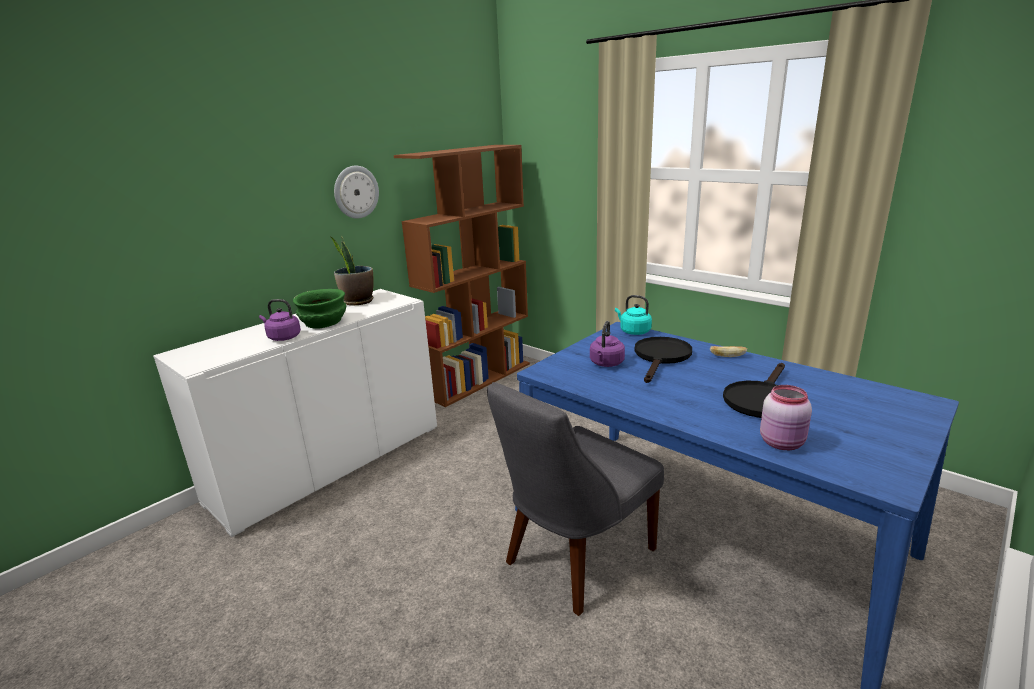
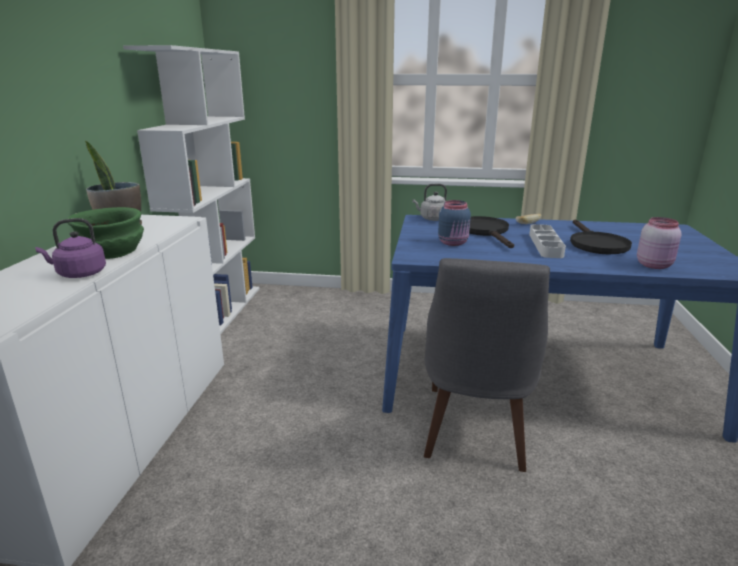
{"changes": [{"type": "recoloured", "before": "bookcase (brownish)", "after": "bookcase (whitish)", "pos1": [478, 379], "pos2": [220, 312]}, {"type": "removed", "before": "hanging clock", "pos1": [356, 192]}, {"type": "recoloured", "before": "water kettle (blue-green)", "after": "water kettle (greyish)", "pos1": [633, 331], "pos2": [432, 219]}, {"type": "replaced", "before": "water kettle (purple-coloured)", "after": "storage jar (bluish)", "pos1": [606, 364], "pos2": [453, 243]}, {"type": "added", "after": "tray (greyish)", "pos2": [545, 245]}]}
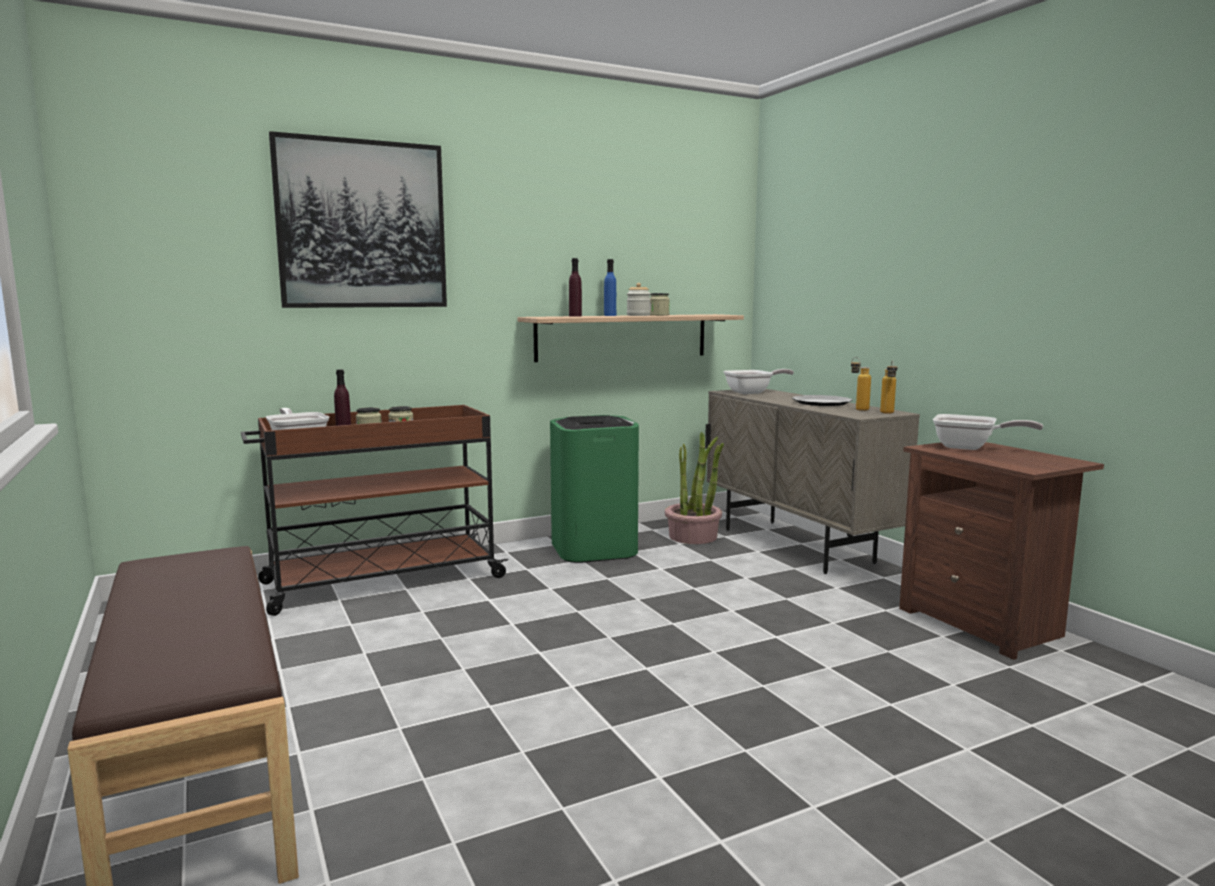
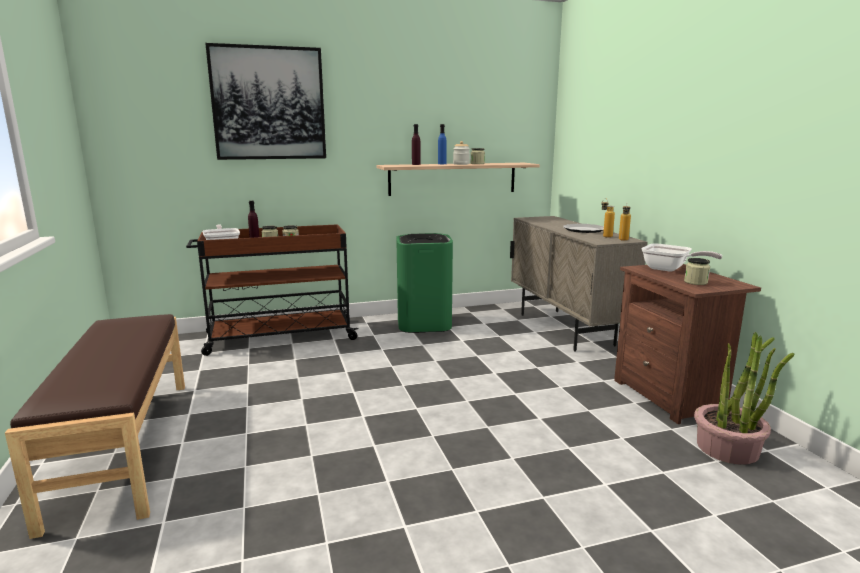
{"changes": [{"type": "removed", "before": "pan", "pos1": [752, 392]}, {"type": "moved", "before": "plant in a pot", "pos1": [693, 537], "pos2": [728, 448]}, {"type": "added", "after": "storage jar", "pos2": [695, 282]}]}
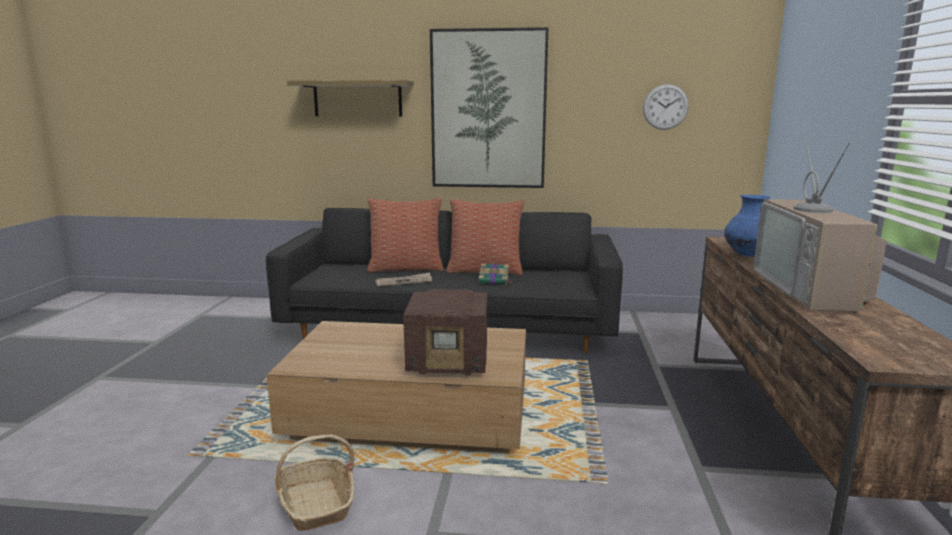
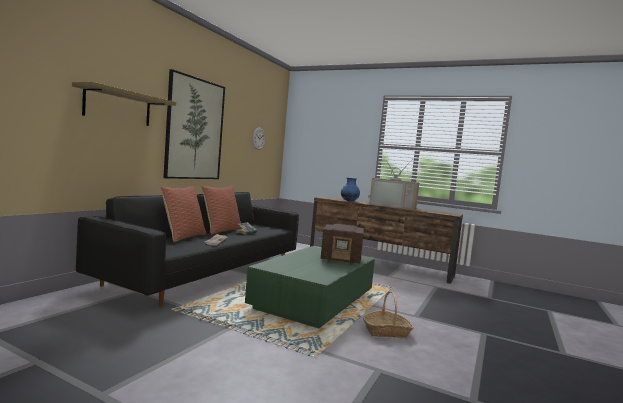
{"changes": [{"type": "turned", "before": "radio receiver", "pos1": [450, 363], "pos2": [342, 260], "turn": 75}, {"type": "recoloured", "before": "low table (brownish)", "after": "low table (green)", "pos1": [411, 415], "pos2": [314, 301]}]}
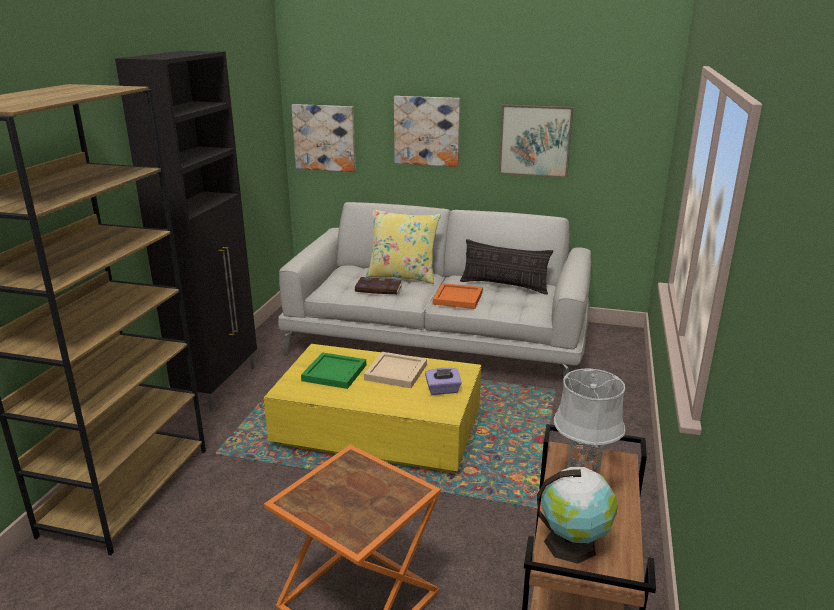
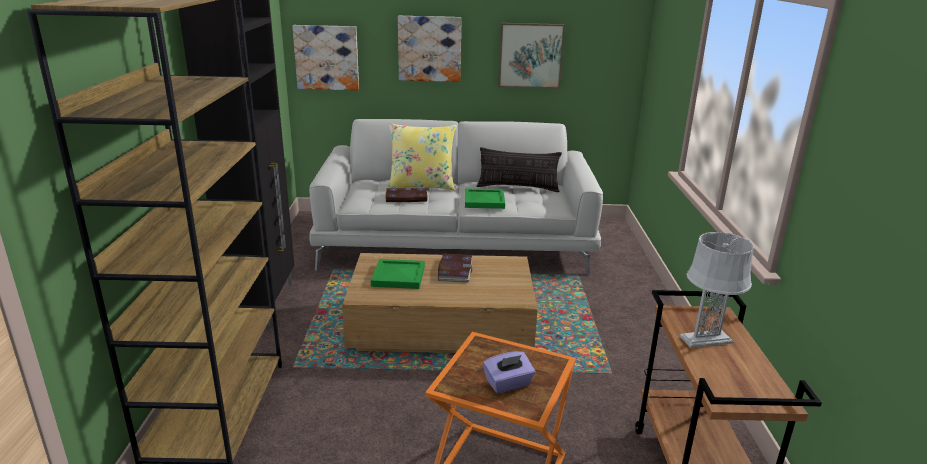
{"changes": [{"type": "recoloured", "before": "tray (orange)", "after": "tray (green)", "pos1": [457, 298], "pos2": [483, 200]}, {"type": "recoloured", "before": "low table (yellowish)", "after": "low table (brownish)", "pos1": [379, 431], "pos2": [442, 327]}, {"type": "replaced", "before": "tray (beige)", "after": "volume", "pos1": [395, 372], "pos2": [454, 270]}, {"type": "moved", "before": "tissue box (purple-coloured)", "pos1": [443, 390], "pos2": [508, 384]}, {"type": "removed", "before": "desk globe", "pos1": [573, 544]}]}
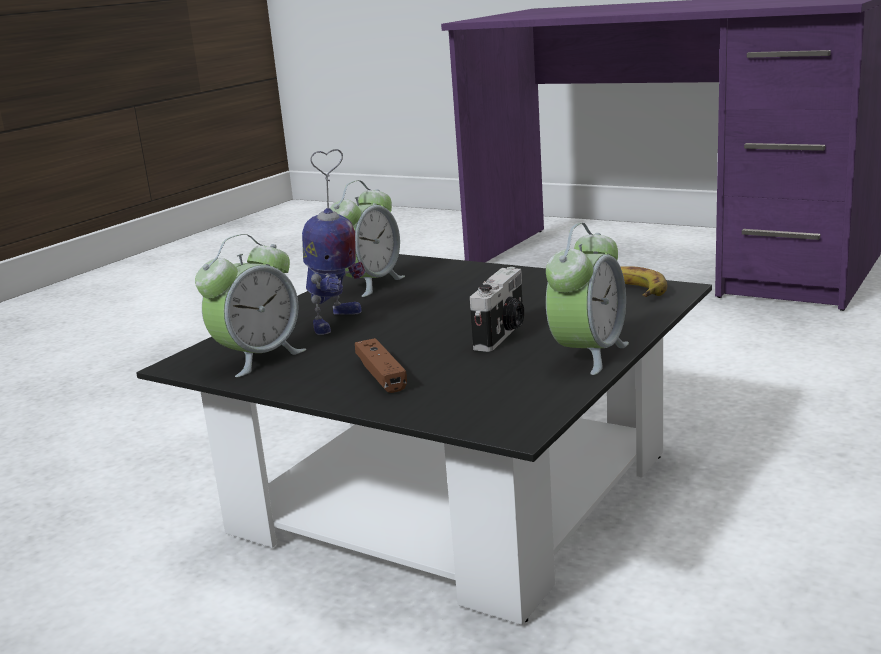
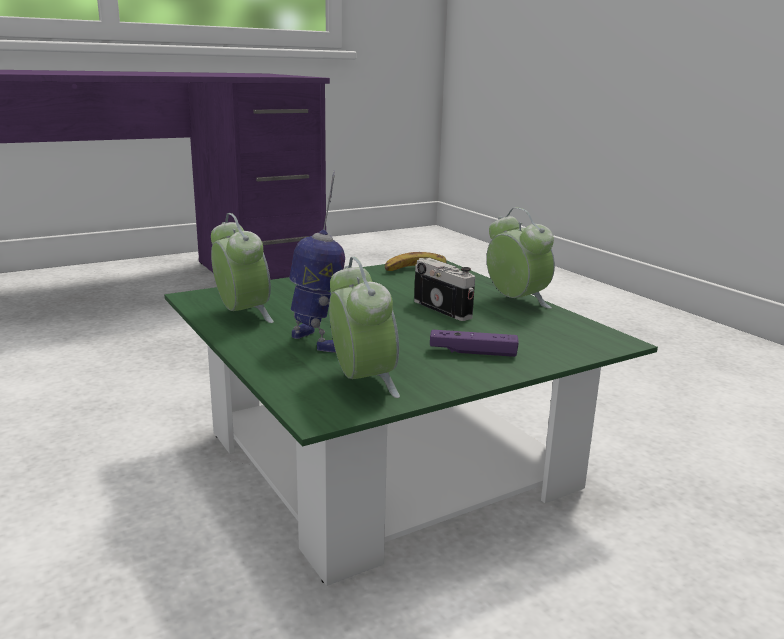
{"changes": [{"type": "recoloured", "before": "low table (blackish)", "after": "low table (green)", "pos1": [454, 493], "pos2": [388, 460]}, {"type": "recoloured", "before": "gamepad (brownish)", "after": "gamepad (purple-coloured)", "pos1": [381, 375], "pos2": [473, 352]}]}
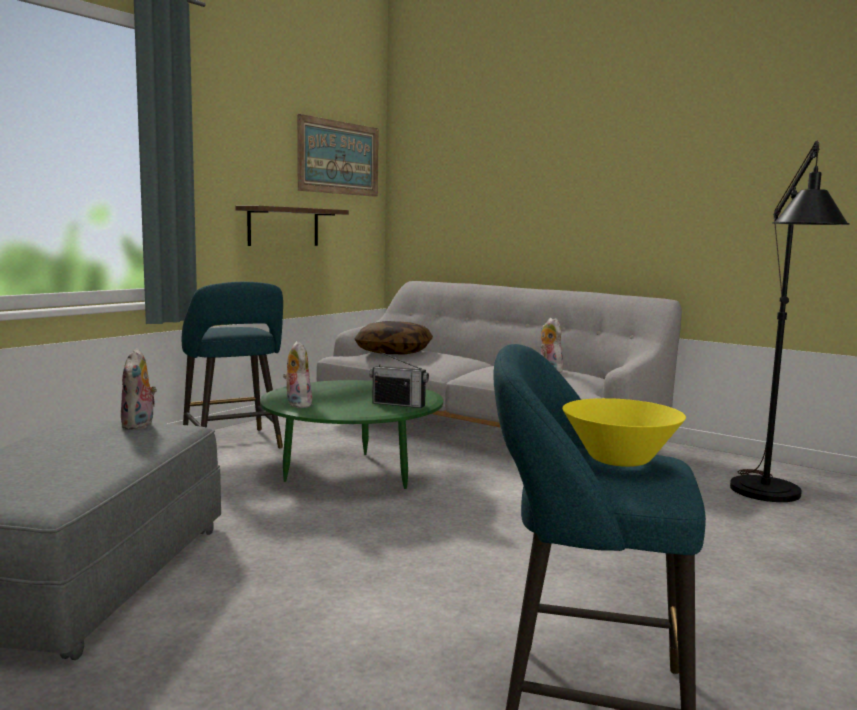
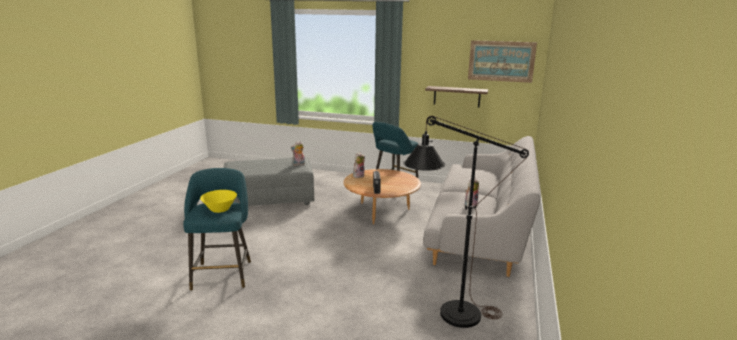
{"changes": [{"type": "removed", "before": "throw pillow", "pos1": [394, 352]}, {"type": "recoloured", "before": "low table (green)", "after": "low table (brownish)", "pos1": [352, 474], "pos2": [381, 212]}]}
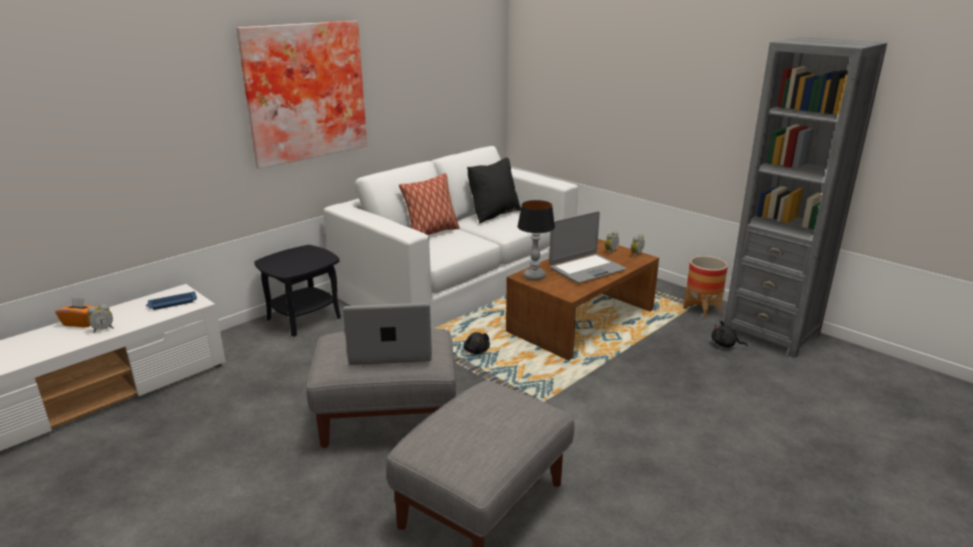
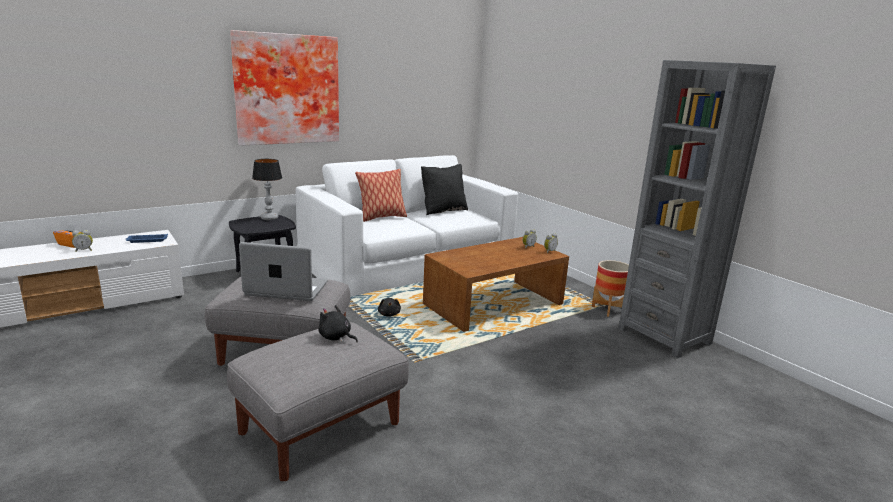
{"changes": [{"type": "moved", "before": "tabletop lamp", "pos1": [534, 276], "pos2": [269, 218]}, {"type": "removed", "before": "portable computer", "pos1": [586, 269]}, {"type": "moved", "before": "cuddly toy (blackish)", "pos1": [725, 345], "pos2": [336, 337]}]}
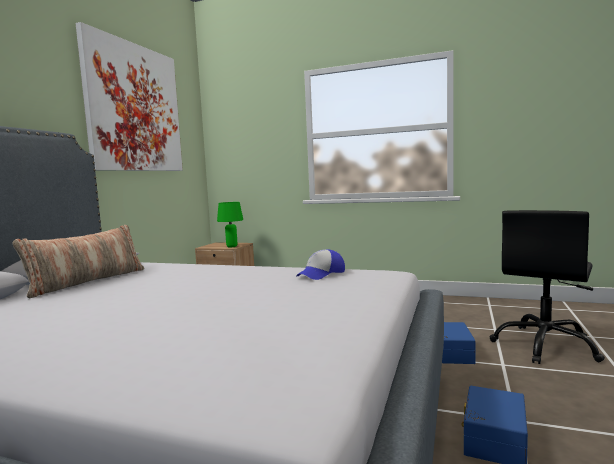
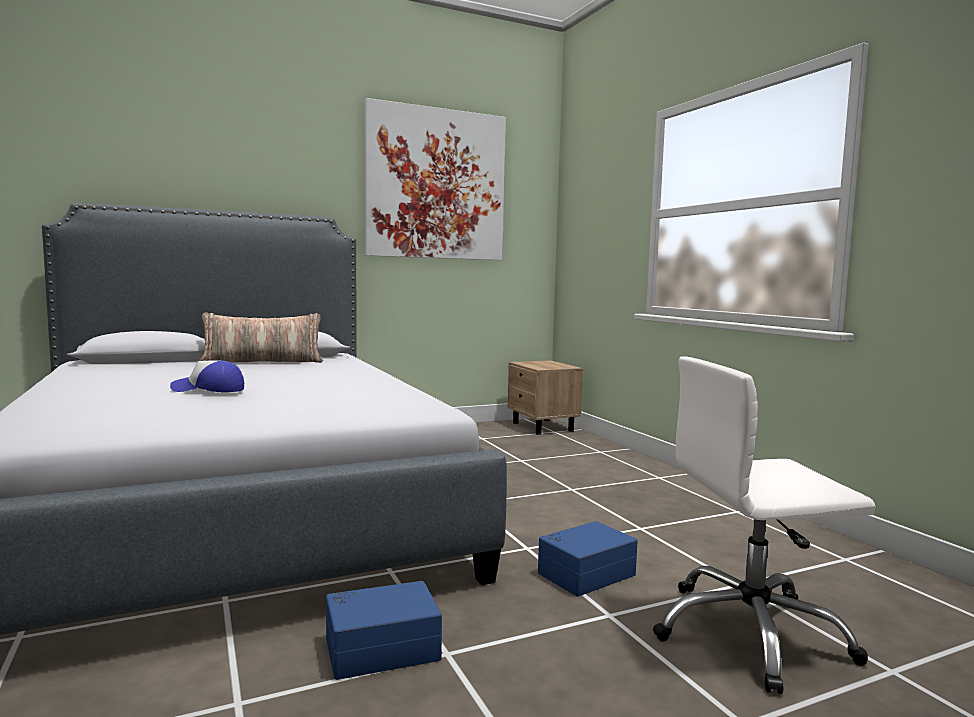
{"changes": [{"type": "removed", "before": "tabletop lamp (green)", "pos1": [232, 246]}, {"type": "recoloured", "before": "computer chair (blackish)", "after": "computer chair (whitish)", "pos1": [545, 345], "pos2": [750, 634]}, {"type": "moved", "before": "baseball cap", "pos1": [321, 274], "pos2": [209, 390]}]}
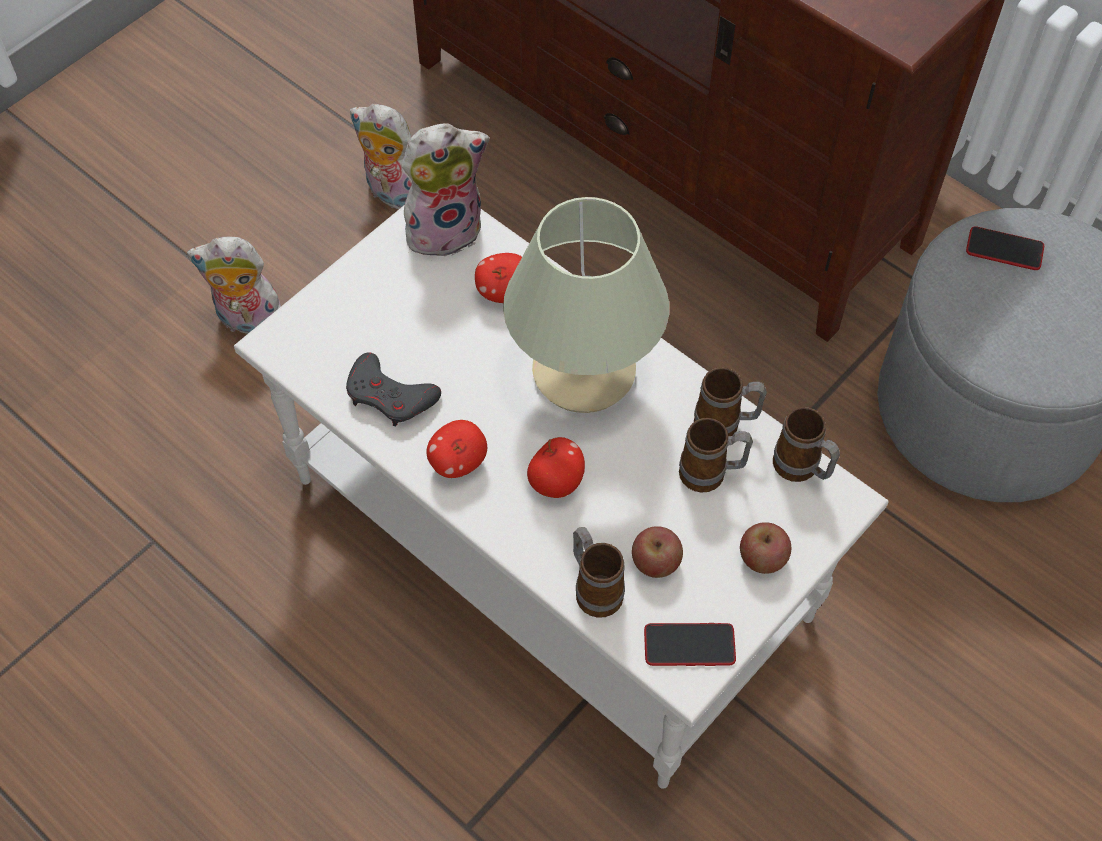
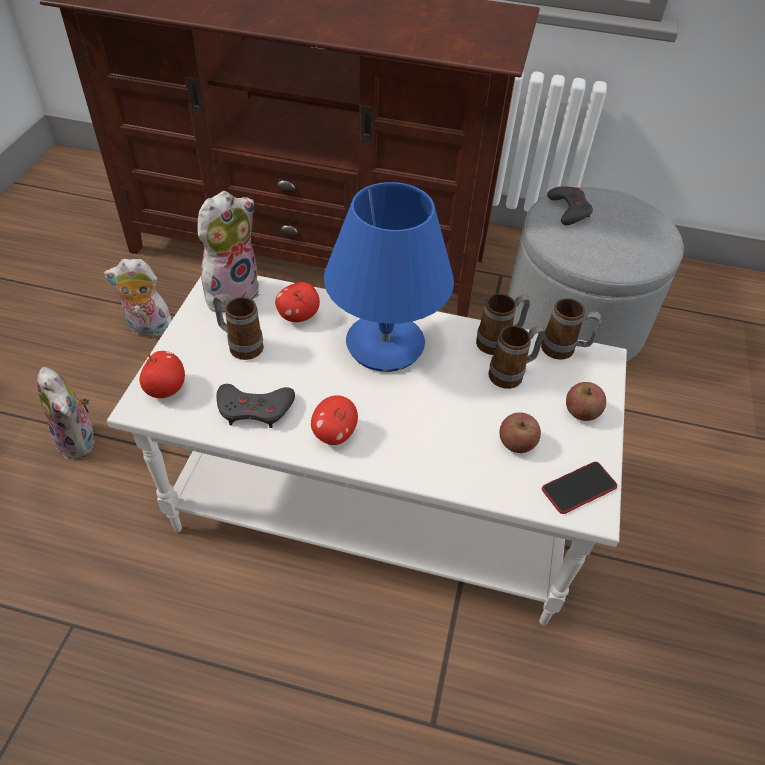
{"changes": [{"type": "recoloured", "before": "tabletop lamp (beige)", "after": "tabletop lamp (bluish)", "pos1": [585, 371], "pos2": [385, 344]}, {"type": "replaced", "before": "telephone", "after": "gamepad (greyish)", "pos1": [1004, 249], "pos2": [569, 209]}, {"type": "turned", "before": "cuddly toy", "pos1": [247, 321], "pos2": [80, 440], "turn": -105}, {"type": "moved", "before": "apple", "pos1": [556, 482], "pos2": [166, 389]}, {"type": "moved", "before": "tea mug", "pos1": [594, 588], "pos2": [241, 345]}]}
